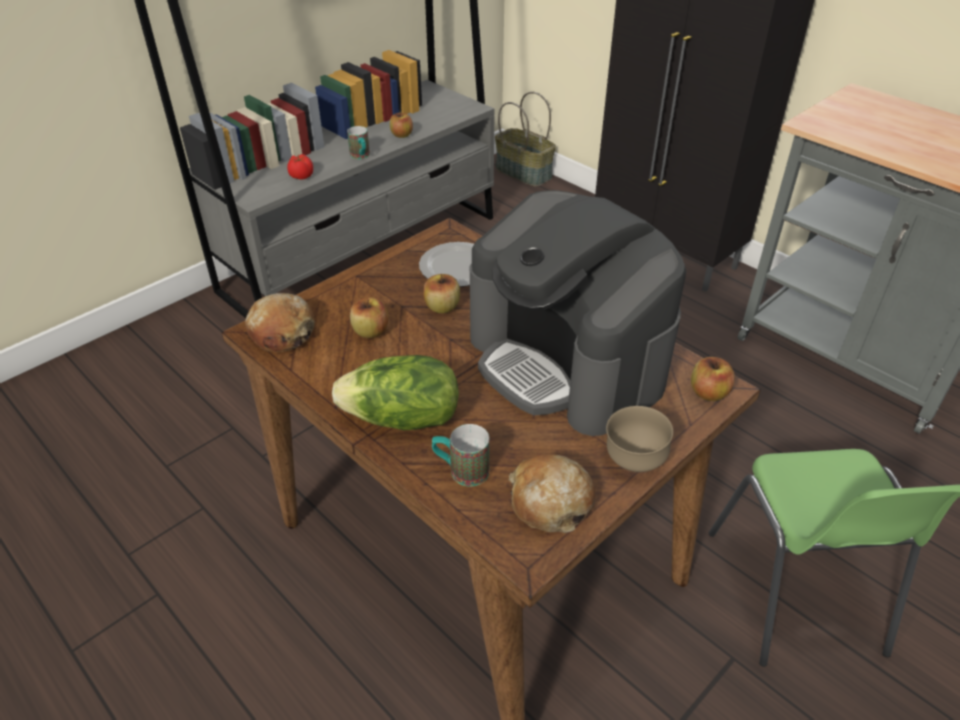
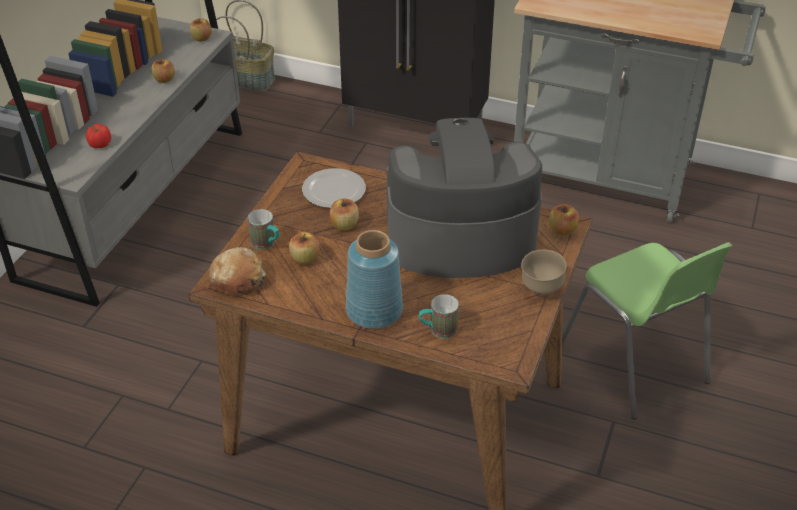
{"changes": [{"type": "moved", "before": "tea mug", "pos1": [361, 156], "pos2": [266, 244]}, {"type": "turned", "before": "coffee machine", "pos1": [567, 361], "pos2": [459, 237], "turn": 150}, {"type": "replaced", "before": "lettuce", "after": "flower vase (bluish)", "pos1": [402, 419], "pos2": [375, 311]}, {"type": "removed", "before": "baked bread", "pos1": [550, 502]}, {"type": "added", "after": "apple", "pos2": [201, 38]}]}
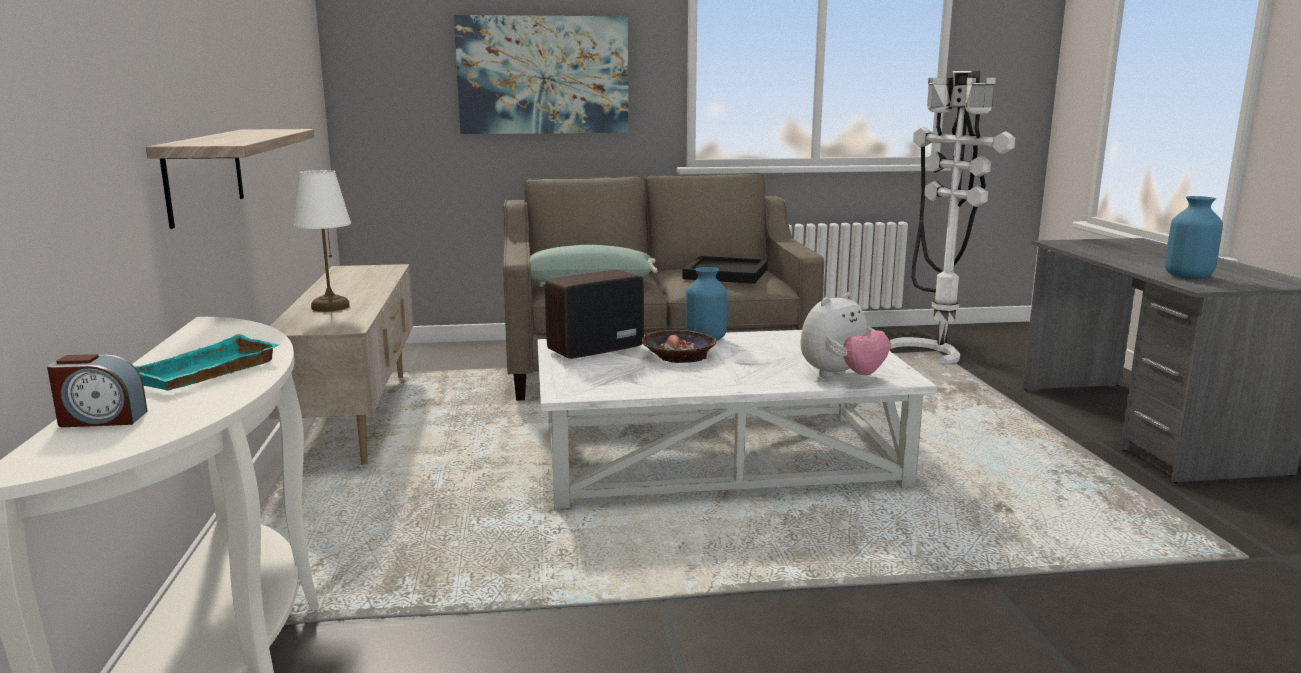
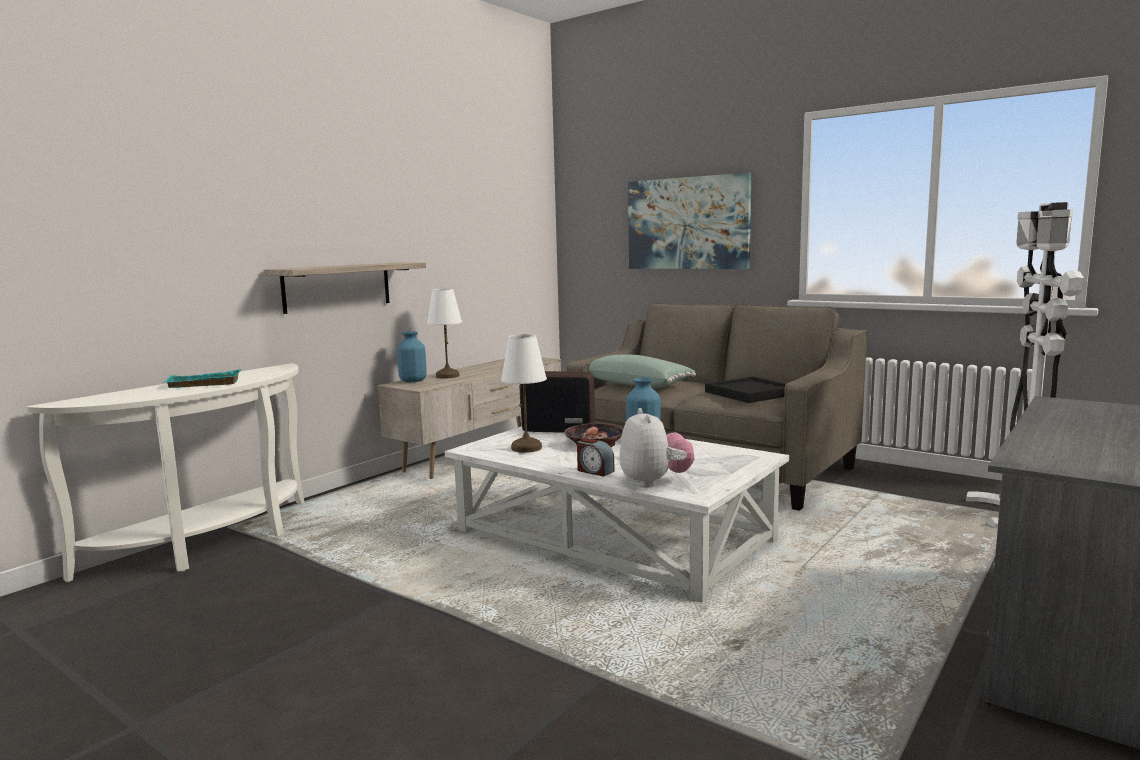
{"changes": [{"type": "moved", "before": "flower vase (bluish)", "pos1": [1188, 277], "pos2": [412, 381]}, {"type": "turned", "before": "cuddly toy", "pos1": [841, 377], "pos2": [654, 482], "turn": -105}, {"type": "moved", "before": "bedside clock", "pos1": [101, 419], "pos2": [594, 471]}, {"type": "added", "after": "tabletop lamp (whitish)", "pos2": [527, 448]}]}
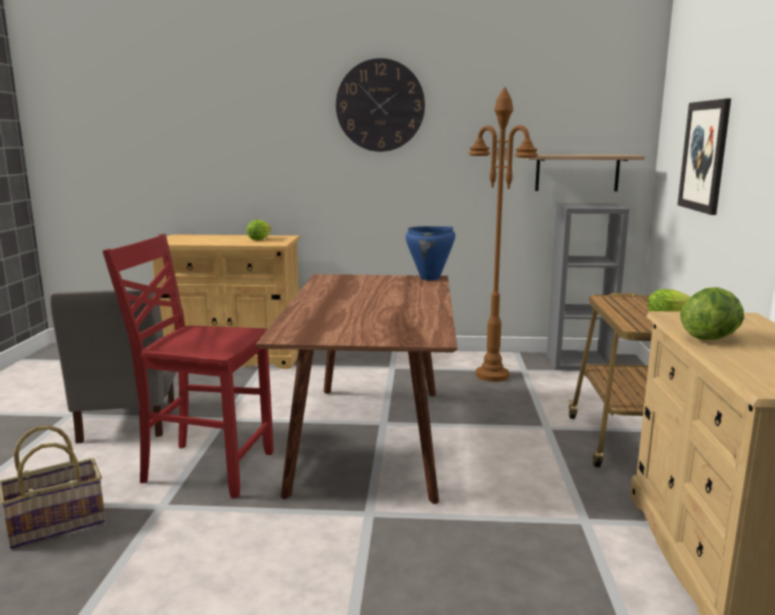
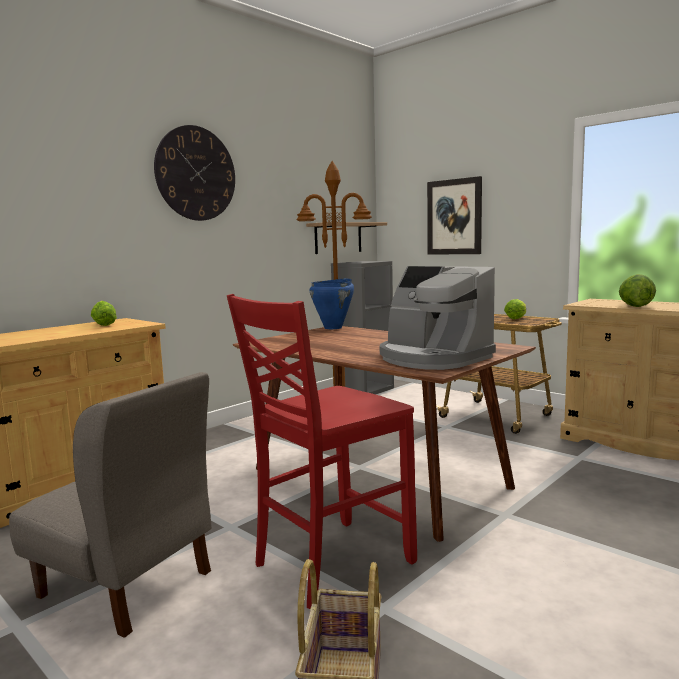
{"changes": [{"type": "added", "after": "coffee machine", "pos2": [432, 358]}]}
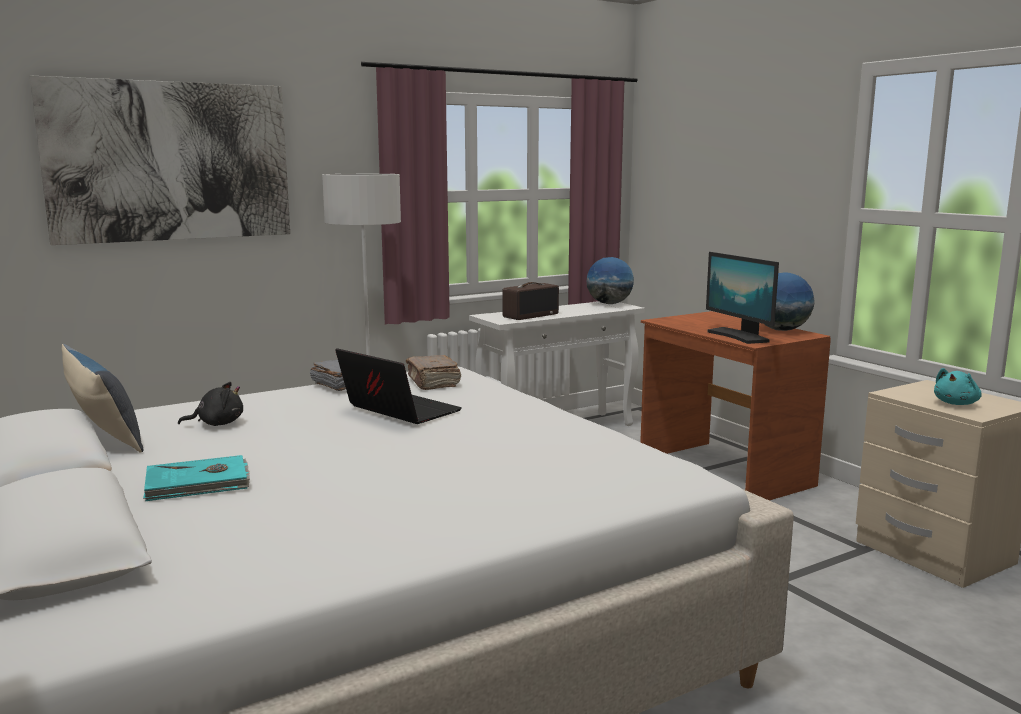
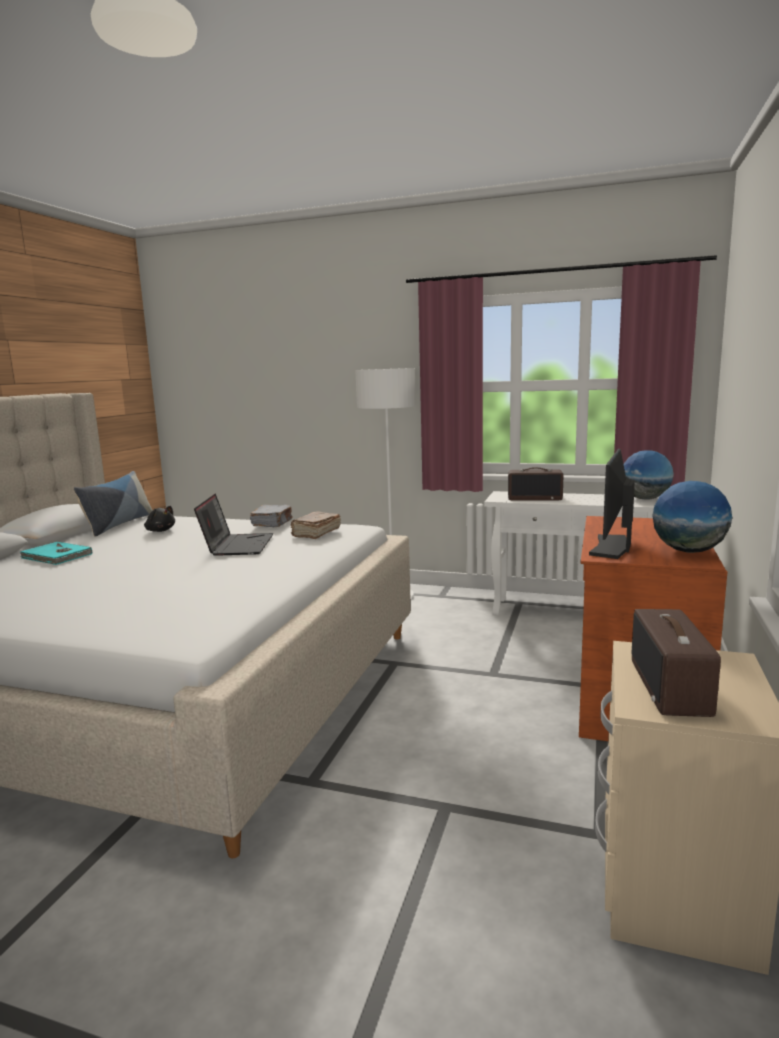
{"changes": [{"type": "removed", "before": "wall art", "pos1": [170, 161]}, {"type": "replaced", "before": "cuddly toy (blue-green)", "after": "radio receiver", "pos1": [956, 403], "pos2": [671, 688]}]}
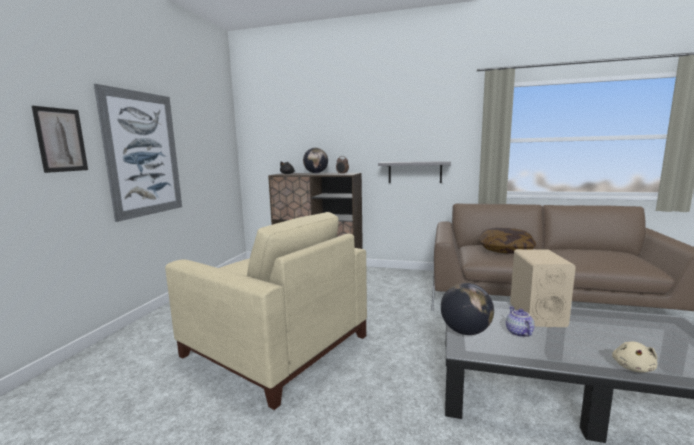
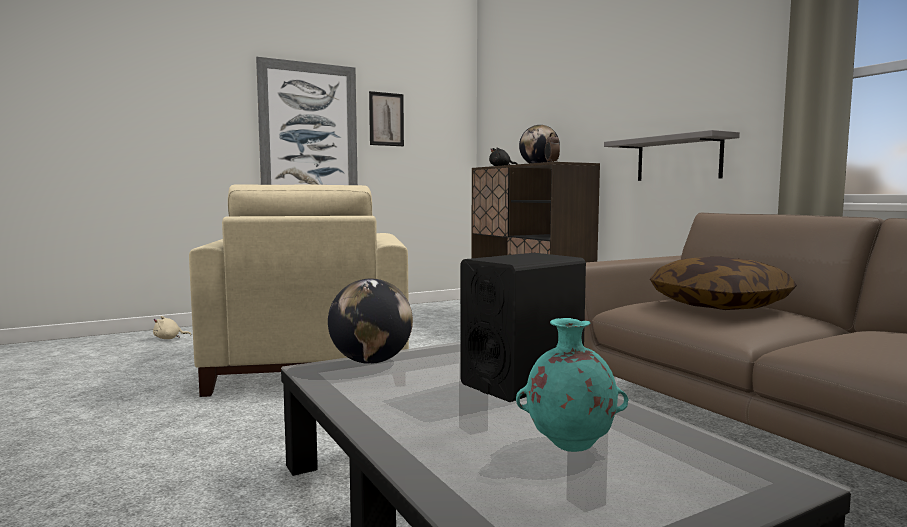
{"changes": [{"type": "moved", "before": "wall art", "pos1": [61, 140], "pos2": [386, 119]}, {"type": "recoloured", "before": "speaker (beige)", "after": "speaker (blackish)", "pos1": [537, 315], "pos2": [522, 382]}, {"type": "removed", "before": "tea pot", "pos1": [518, 332]}, {"type": "moved", "before": "cuddly toy (beige)", "pos1": [633, 367], "pos2": [169, 338]}, {"type": "added", "after": "flower vase (blue-green)", "pos2": [569, 446]}]}
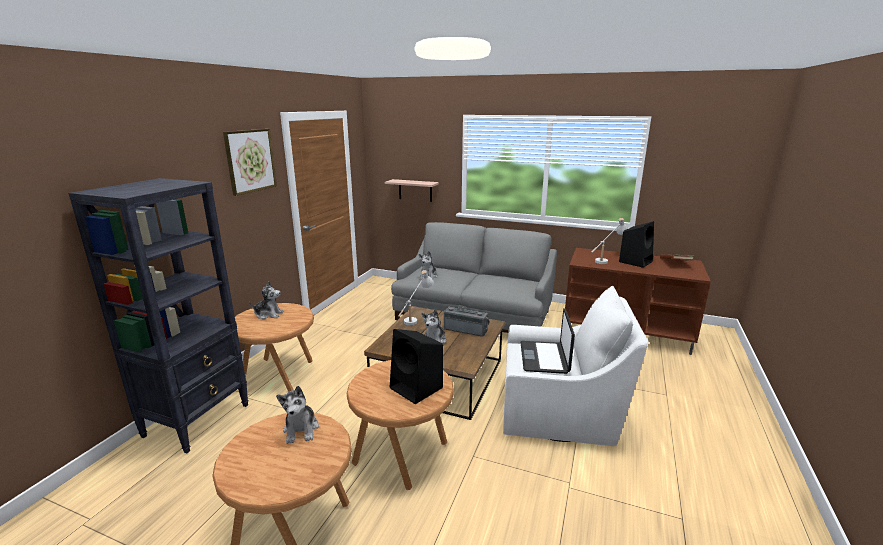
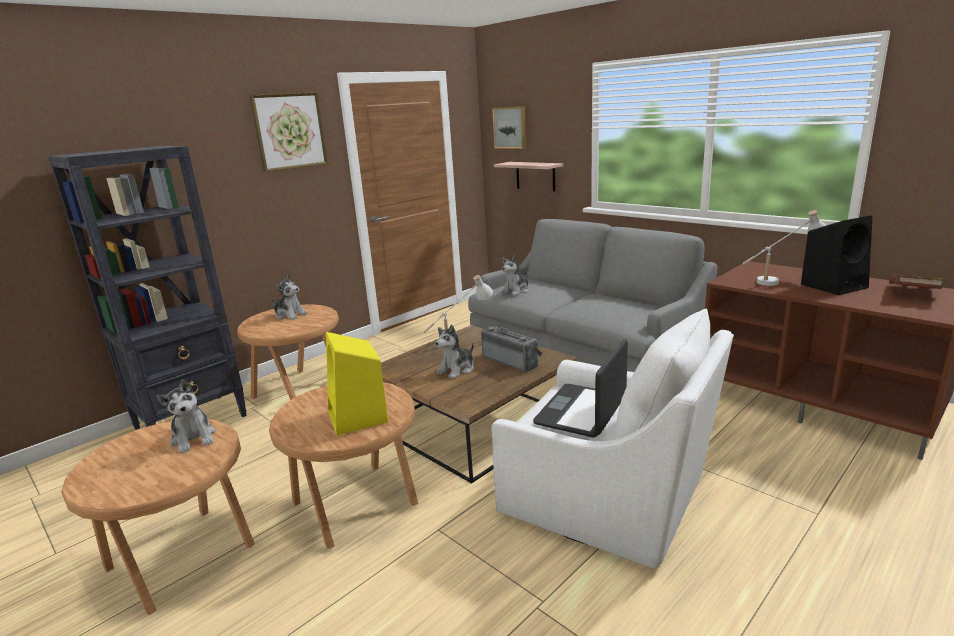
{"changes": [{"type": "recoloured", "before": "speaker (blackish)", "after": "speaker (yellowish)", "pos1": [417, 388], "pos2": [358, 417]}, {"type": "turned", "before": "cuddly toy", "pos1": [301, 429], "pos2": [194, 438], "turn": -45}, {"type": "added", "after": "wall art", "pos2": [510, 127]}]}
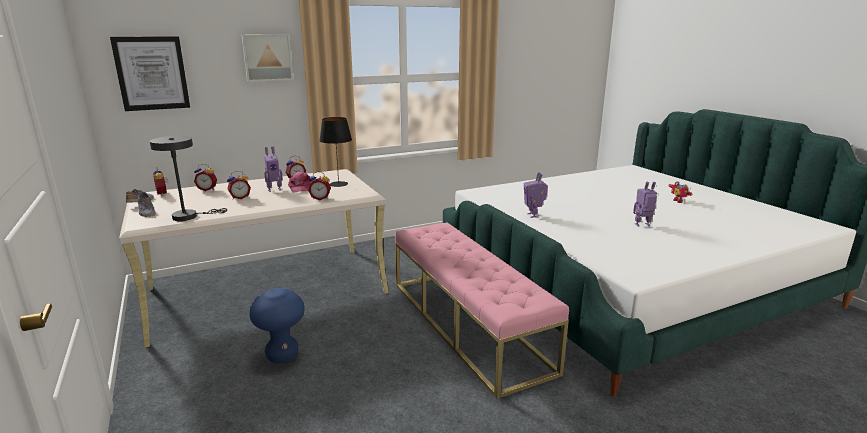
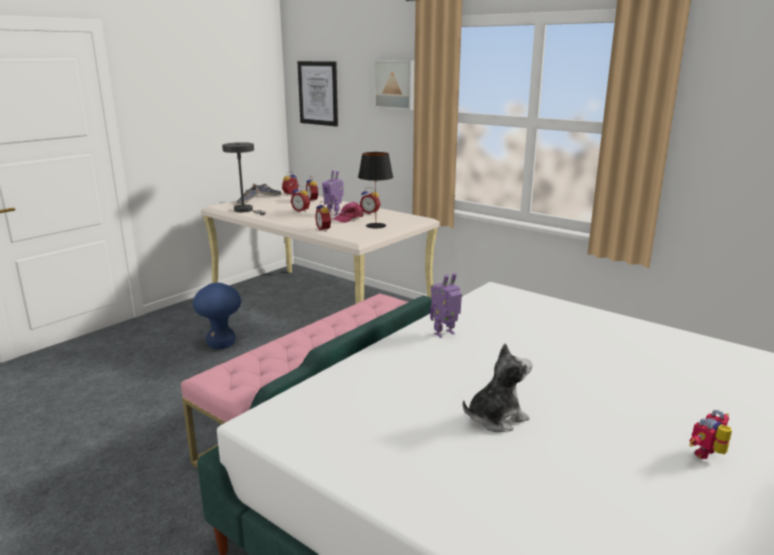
{"changes": [{"type": "replaced", "before": "robot figure", "after": "cuddly toy", "pos1": [642, 225], "pos2": [496, 418]}]}
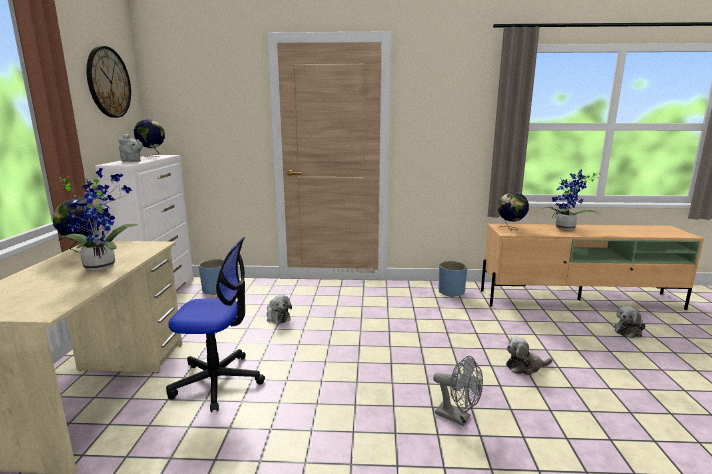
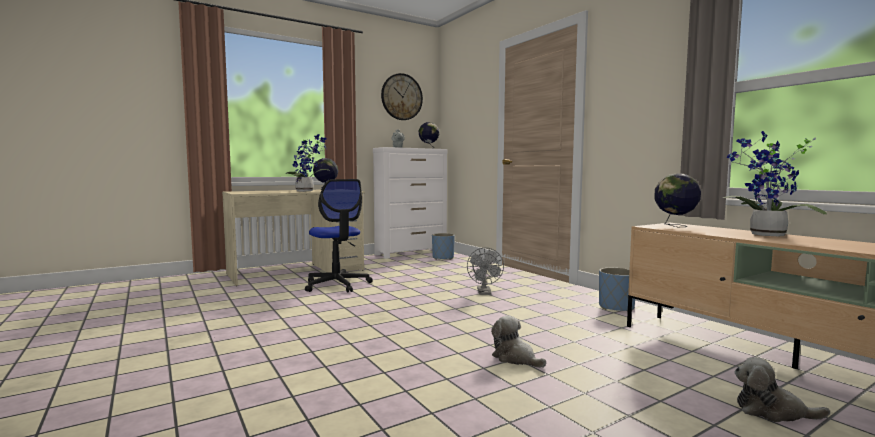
{"changes": [{"type": "removed", "before": "cuddly toy", "pos1": [277, 317]}, {"type": "moved", "before": "electric fan (greyish)", "pos1": [458, 417], "pos2": [484, 293]}]}
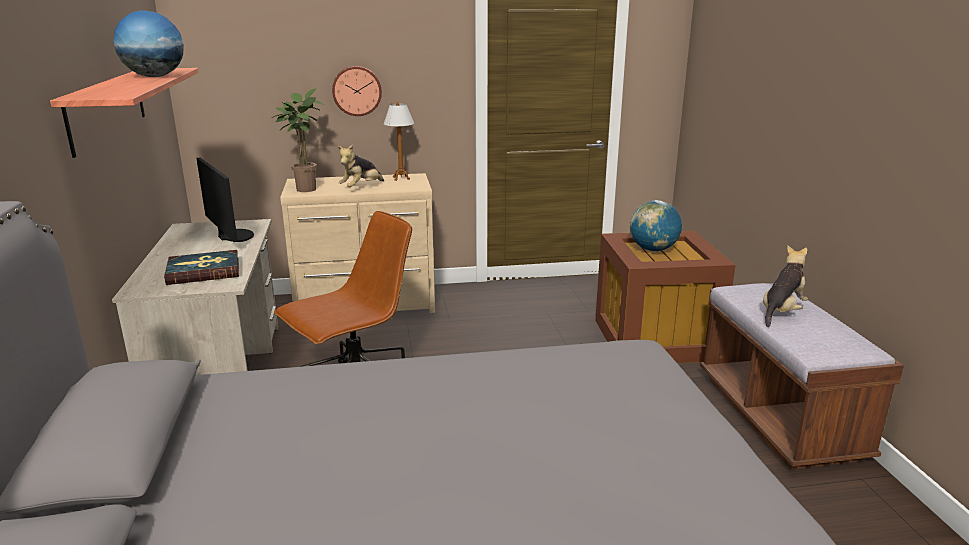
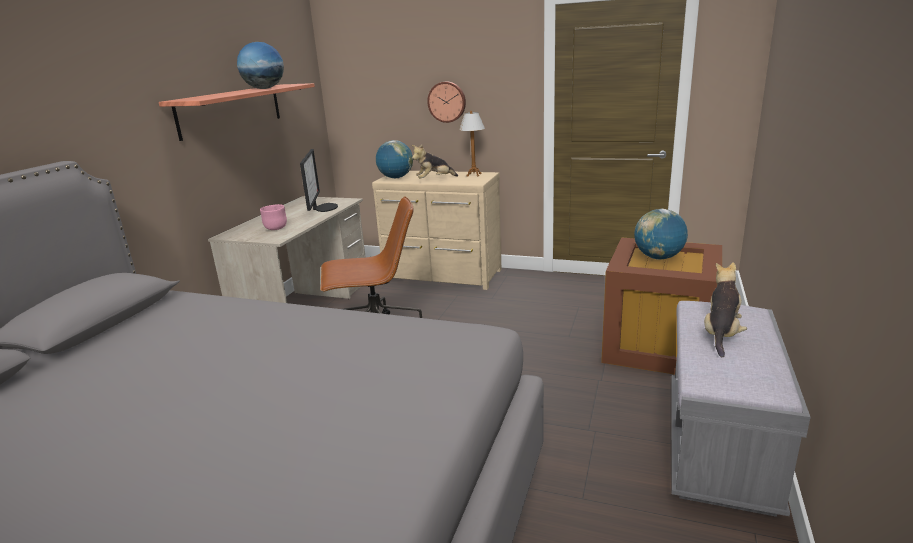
{"changes": [{"type": "replaced", "before": "plant in a pot", "after": "desk globe", "pos1": [305, 188], "pos2": [396, 178]}, {"type": "turned", "before": "cuddly toy", "pos1": [781, 312], "pos2": [721, 334], "turn": -45}, {"type": "replaced", "before": "volume", "after": "deep dish (pinkish)", "pos1": [204, 271], "pos2": [275, 228]}, {"type": "recoloured", "before": "bench (brownish)", "after": "bench (greyish)", "pos1": [778, 417], "pos2": [719, 446]}]}
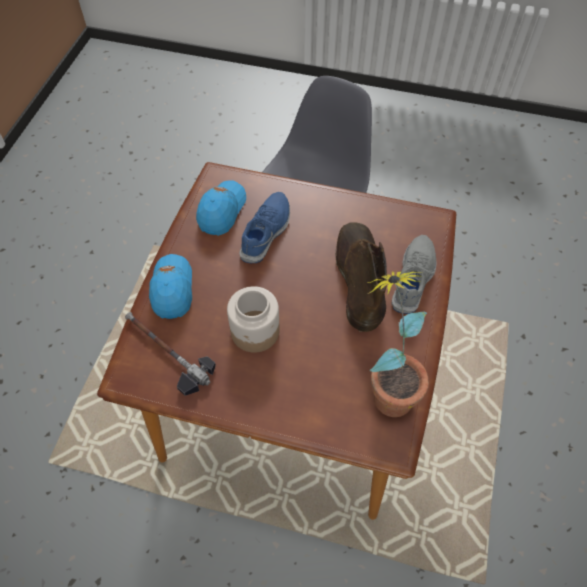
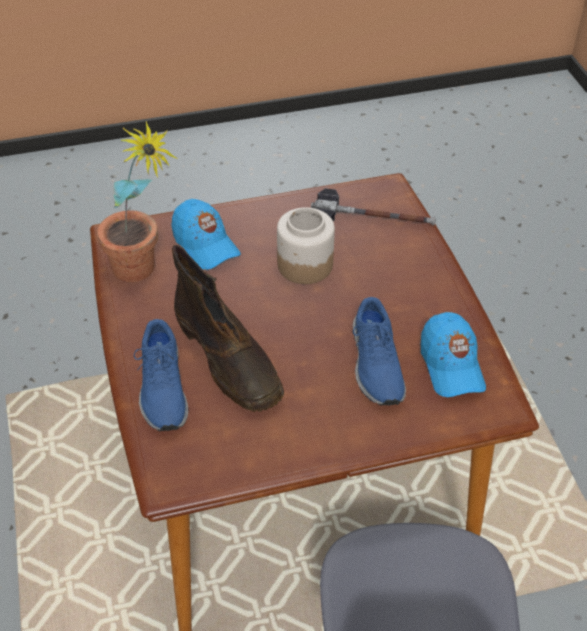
{"changes": [{"type": "recoloured", "before": "item of footwear (greyish)", "after": "item of footwear (bluish)", "pos1": [414, 278], "pos2": [162, 388]}, {"type": "moved", "before": "baseball cap (bluish)", "pos1": [172, 289], "pos2": [205, 244]}]}
